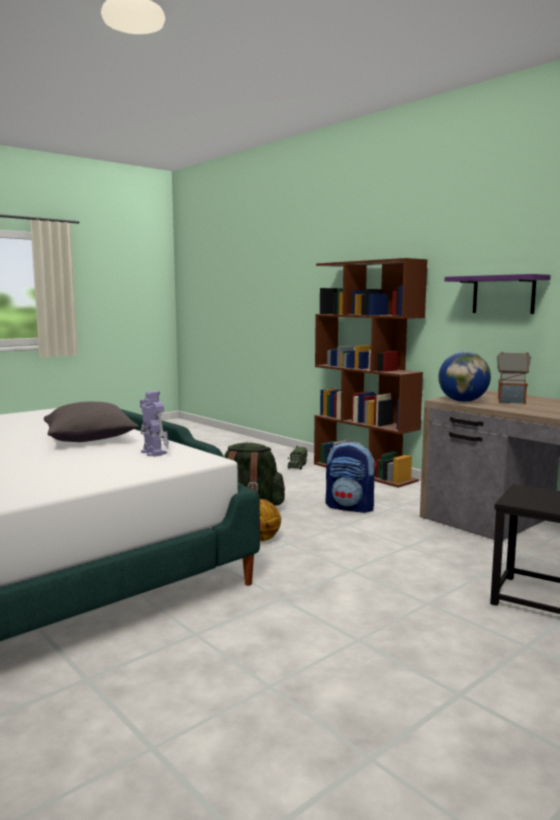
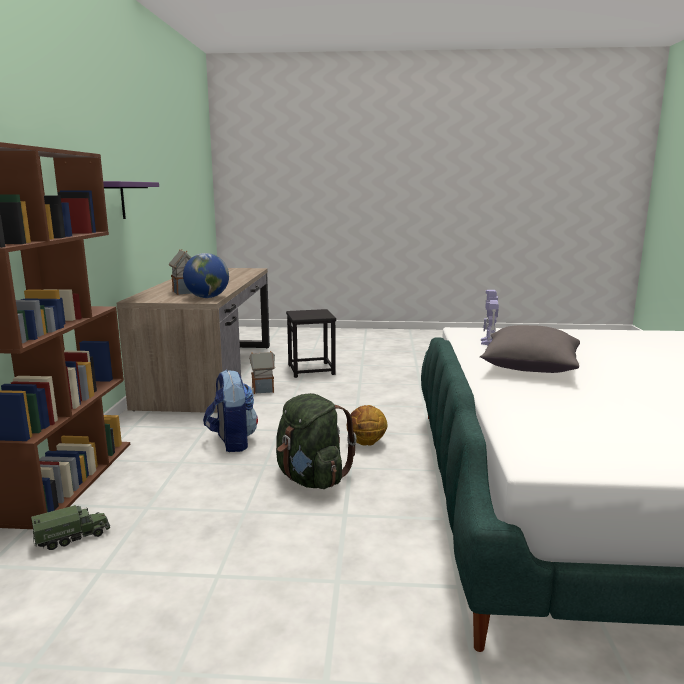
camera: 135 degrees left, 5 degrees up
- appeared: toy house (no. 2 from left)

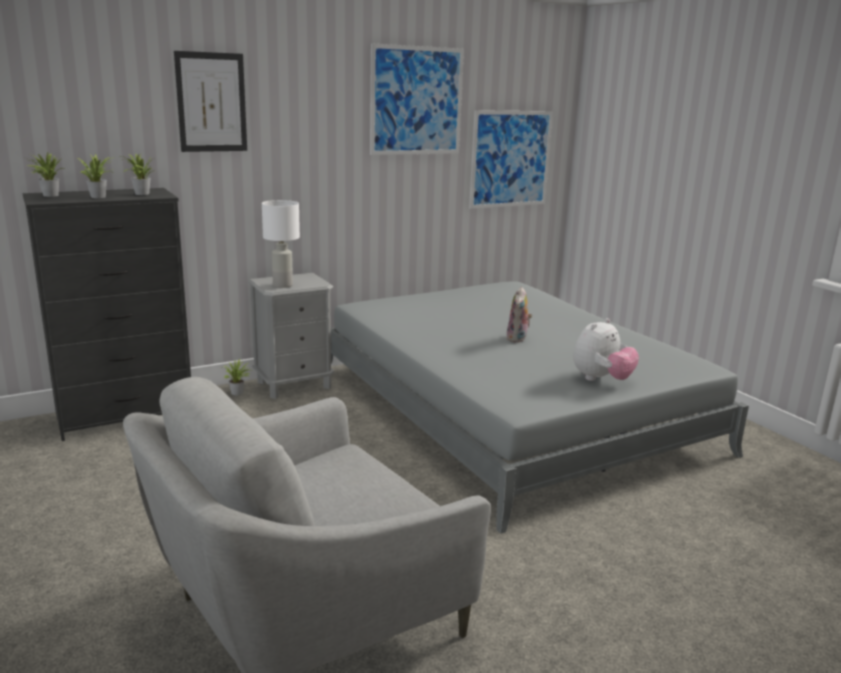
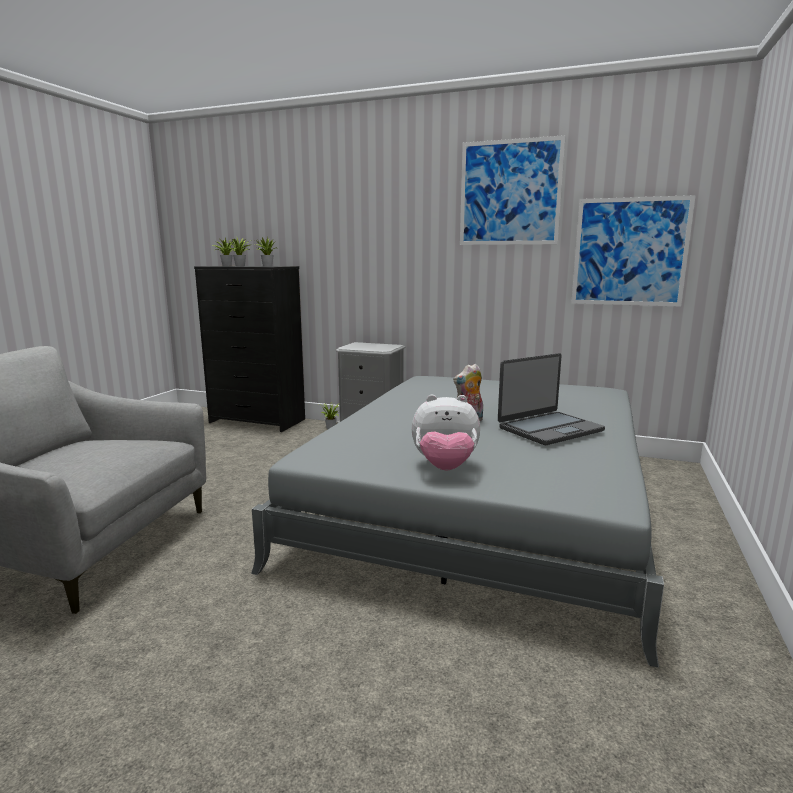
camera: 50 degrees right, 5 degrees down
- missing: picture (no. 1 from left)
- missing: white table lamp
- appeared: laptop

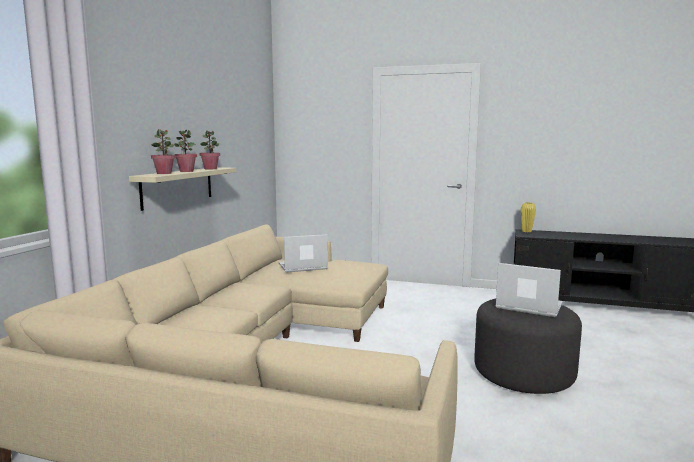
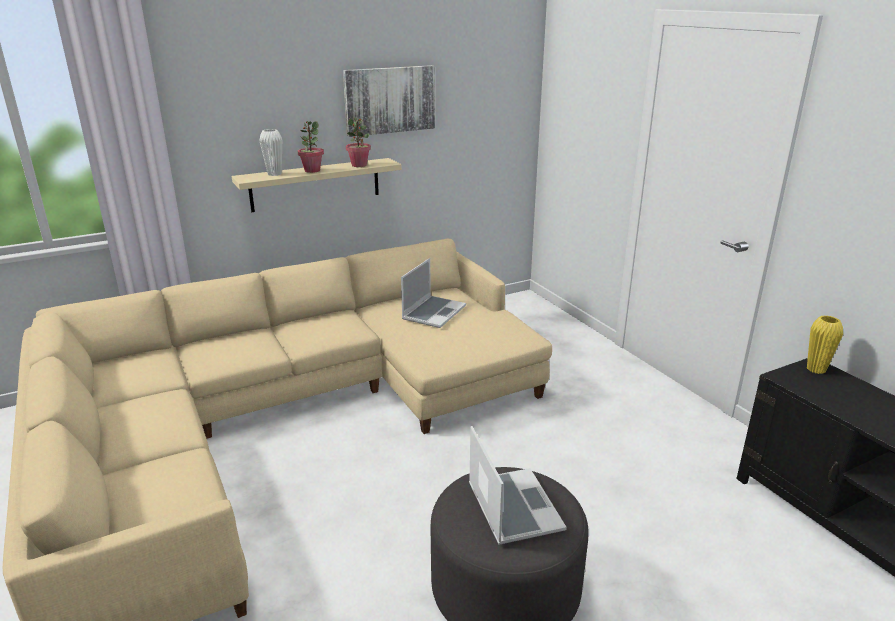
camera: 45 degrees right, 15 degrees up
- exchanged: potted plant (no. 1 from left) to white vase
- spun: laptop (no. 1 from left) 90 degrees clockwise
- appeared: picture

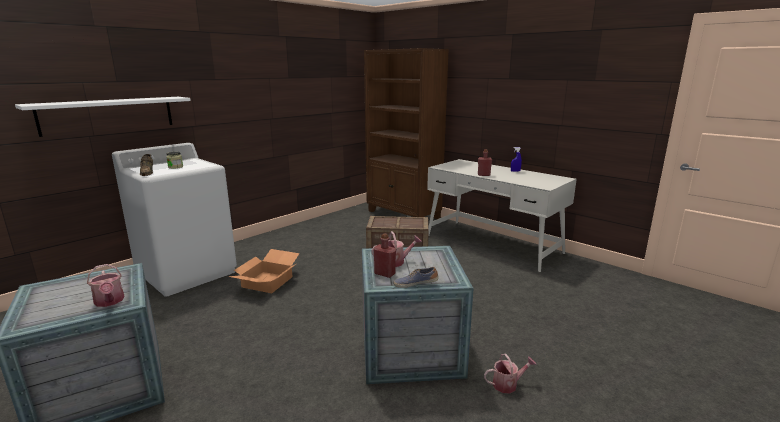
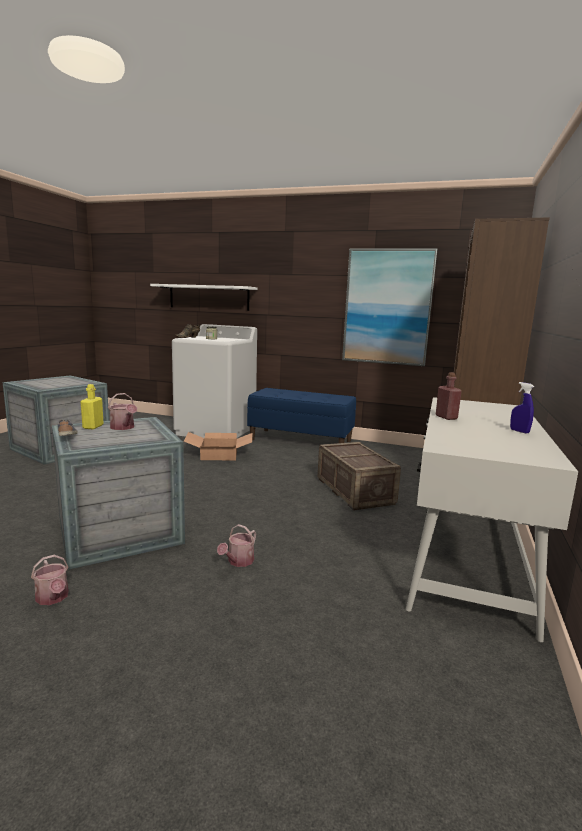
camera: 65 degrees right, 5 degrees down
- colour: red bottle (no. 1 from left) to yellow bottle
- relocated: watering can (no. 1 from left in the first image) to watering can (no. 3 from left)
- appeared: picture
- appeared: blue bench

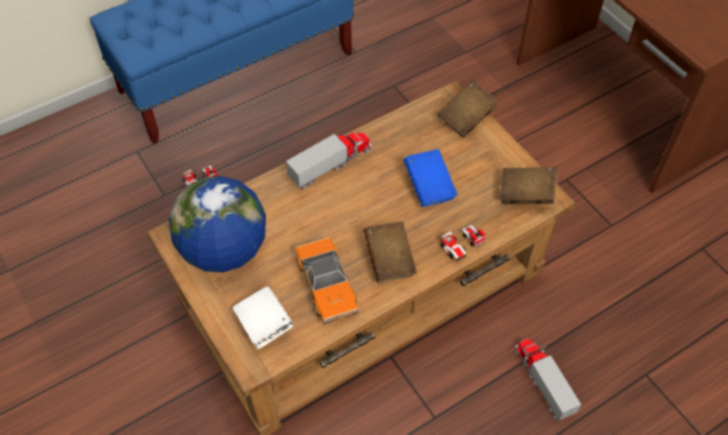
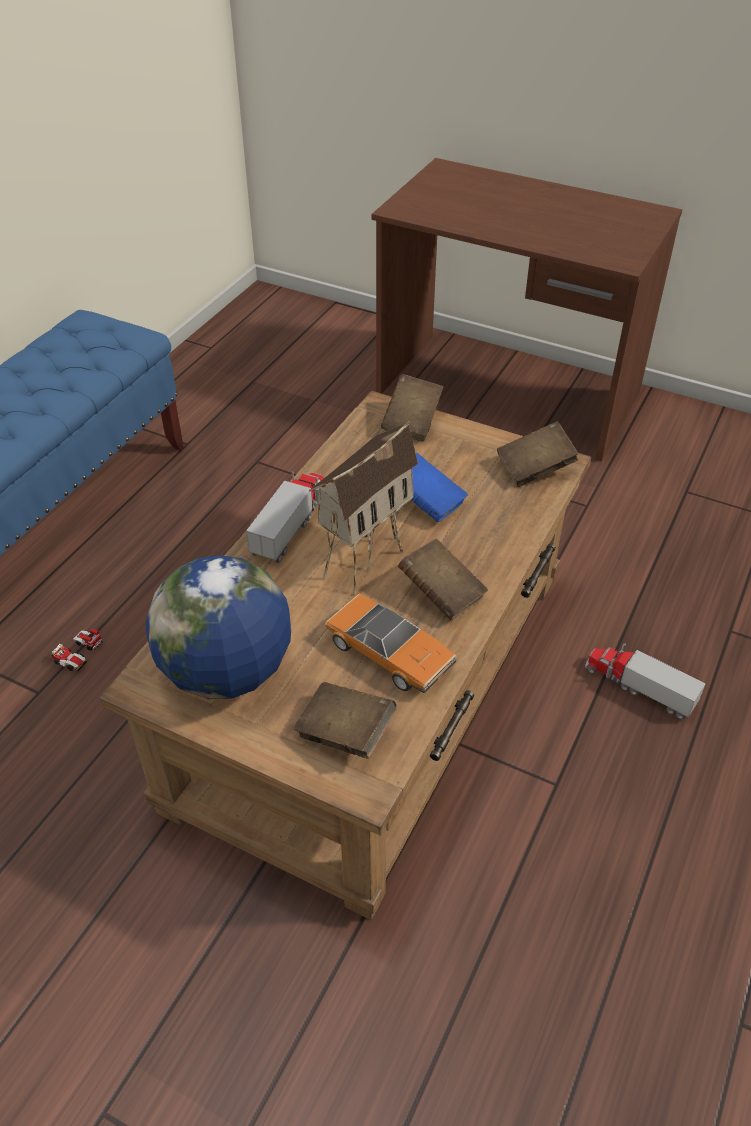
camera: 30 degrees left, 10 degrees down
- missing: toy car (no. 3 from left)
- colour: white book to brown book (no. 1 from left)
- appeared: toy house

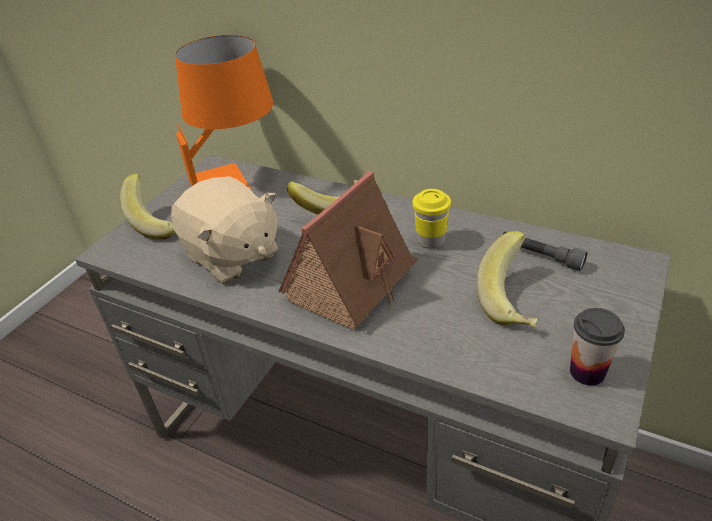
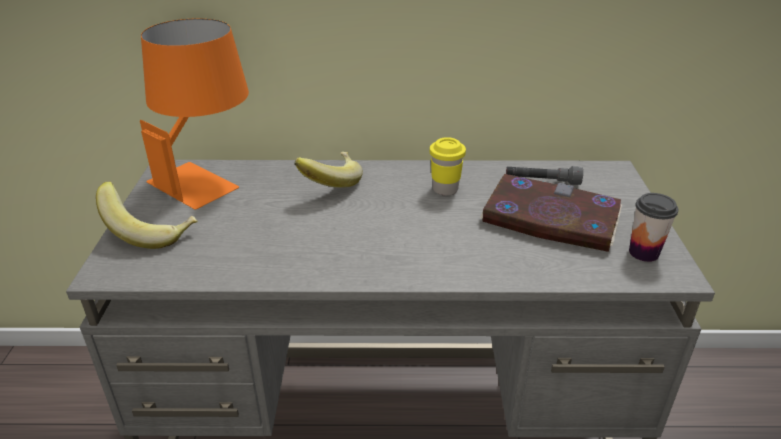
camera: 30 degrees left, 5 degrees down
- missing: toy house
- missing: beige plush toy
- exchanged: banana (no. 3 from left) to book

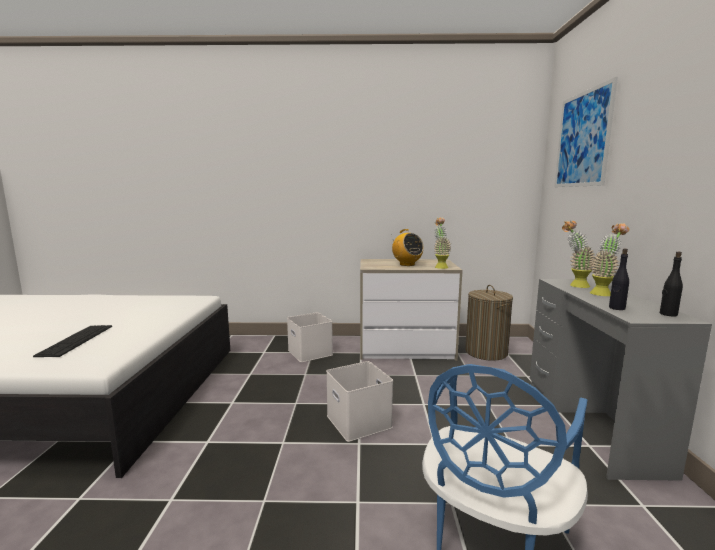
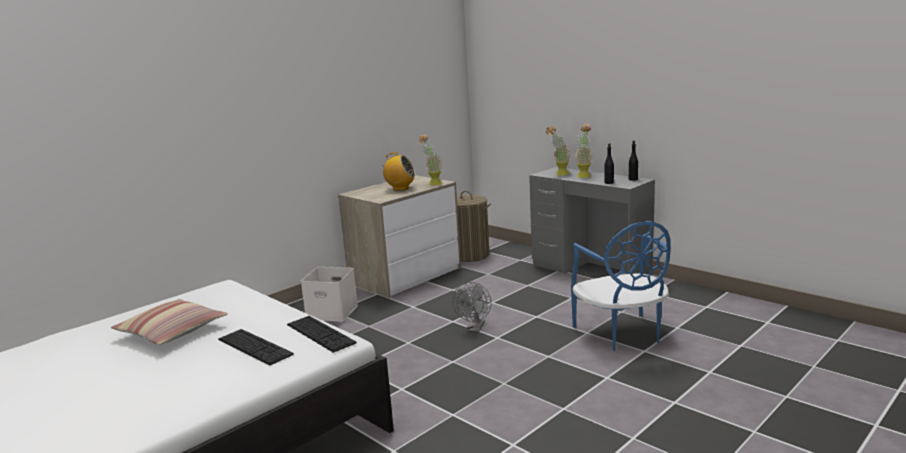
camera: 45 degrees left, 5 degrees up
- missing: picture
- exchanged: white storage box (no. 2 from left) to grey fan
- appeared: pillow
- appeared: keyboard (no. 2 from left)

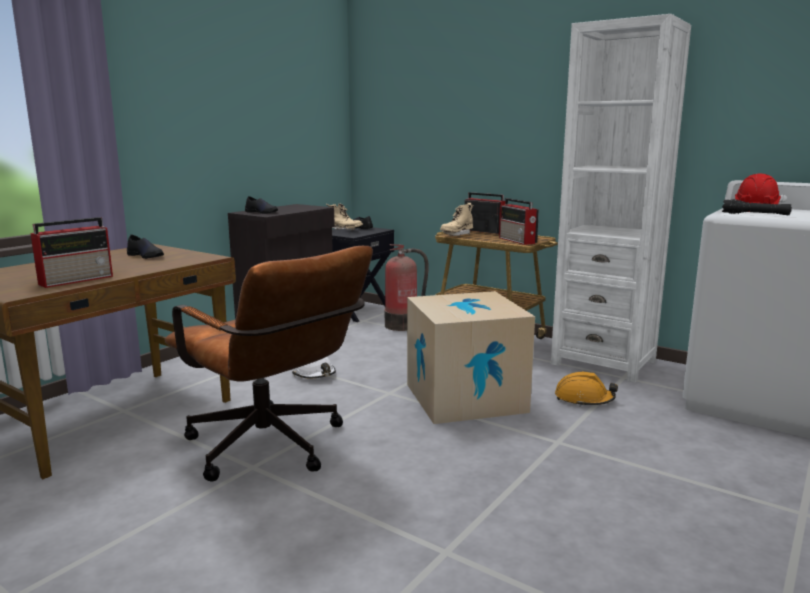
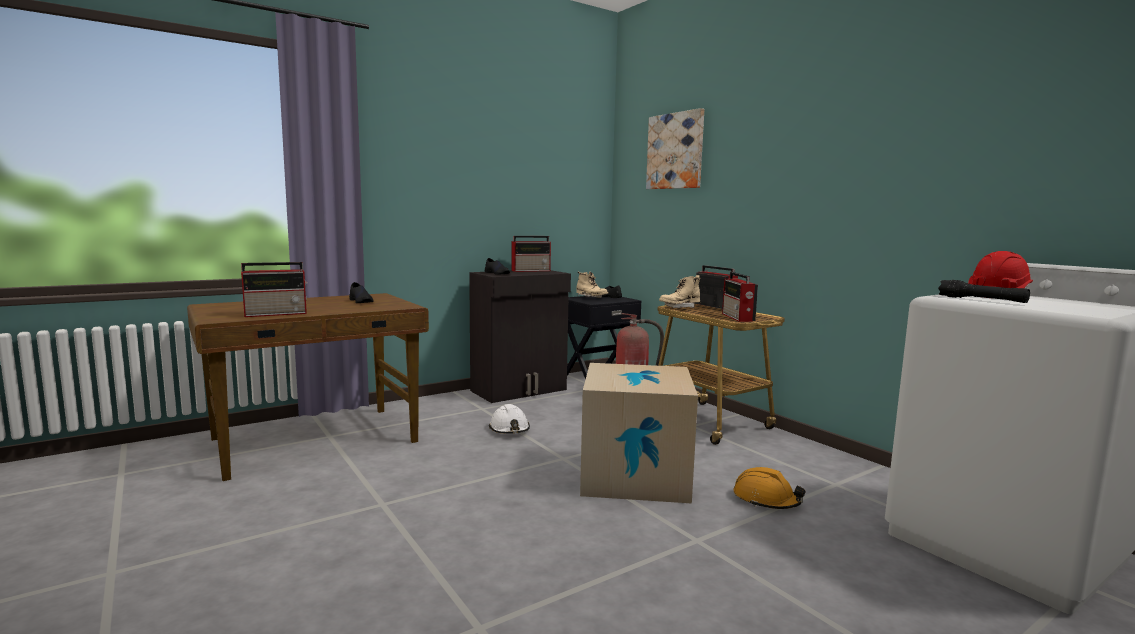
camera: 20 degrees right, 5 degrees down
- missing: white bookcase
- missing: brown office chair
- appeared: picture
- appeared: radio (no. 2 from left)

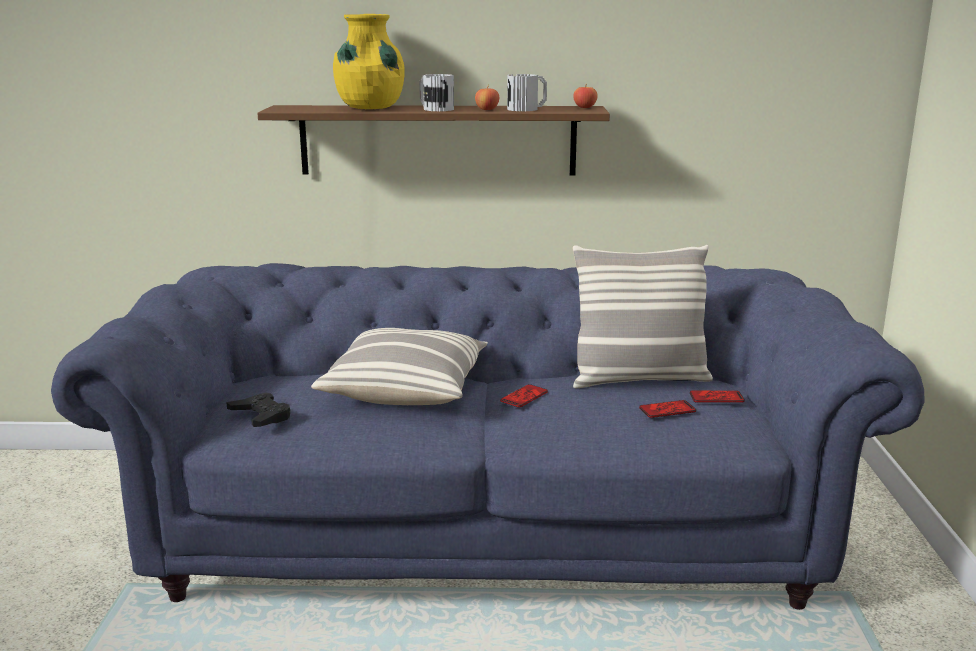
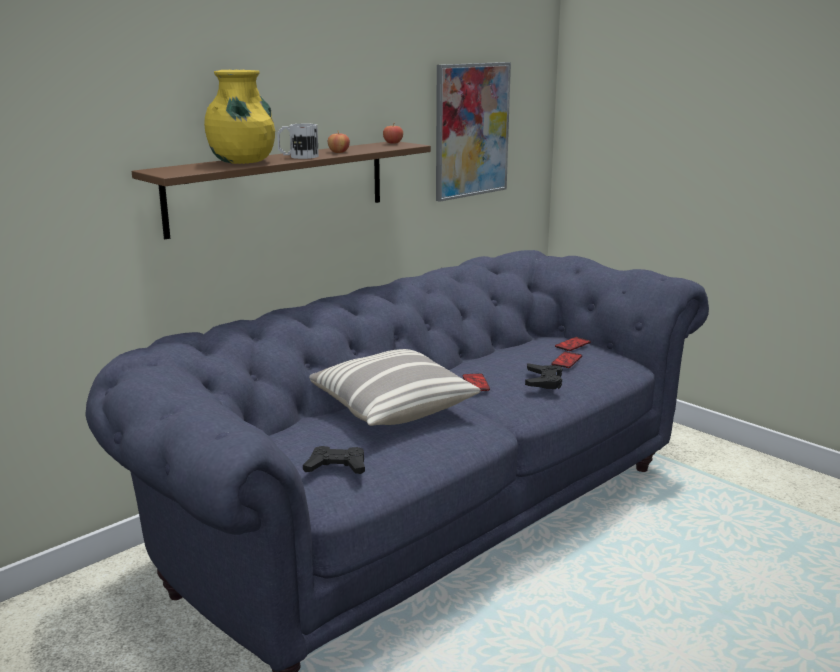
camera: 45 degrees left, 0 degrees up
- missing: mug (no. 2 from left)
- missing: pillow (no. 2 from left)
- appeared: picture
- appeared: black game controller (no. 2 from left)

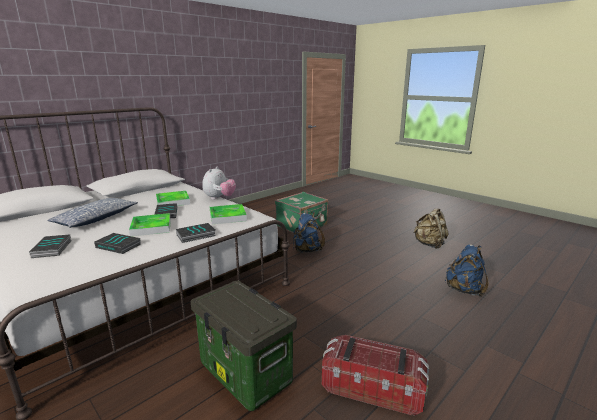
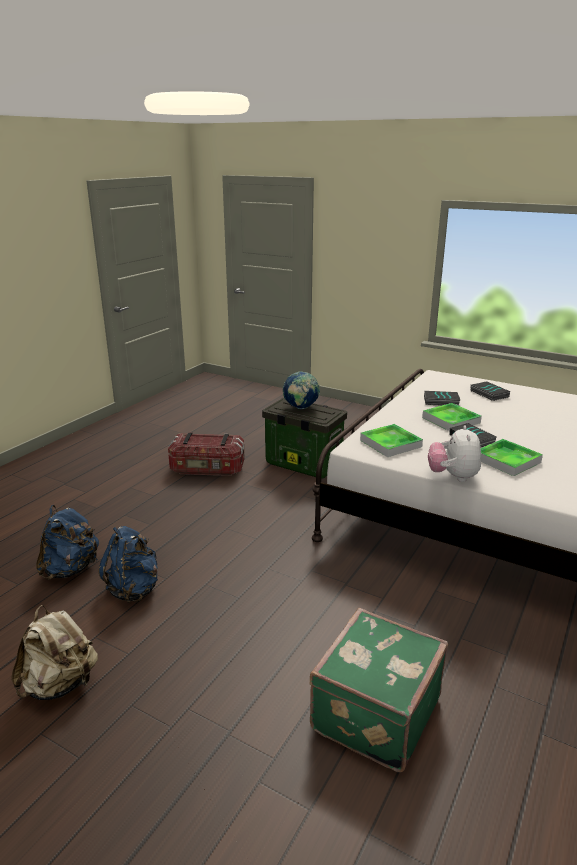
camera: 165 degrees right, 5 degrees up
- missing: pillow
- relocated: blue backpack (no. 1 from left in the first image) to blue backpack (no. 2 from left)
- missing: book (no. 4 from left)
- appeared: globe

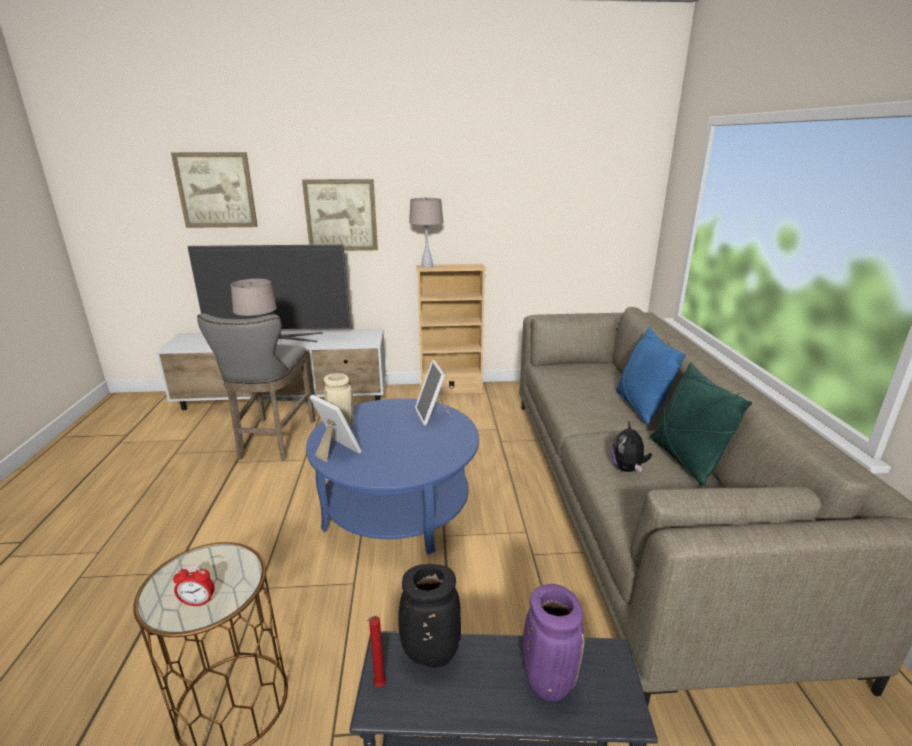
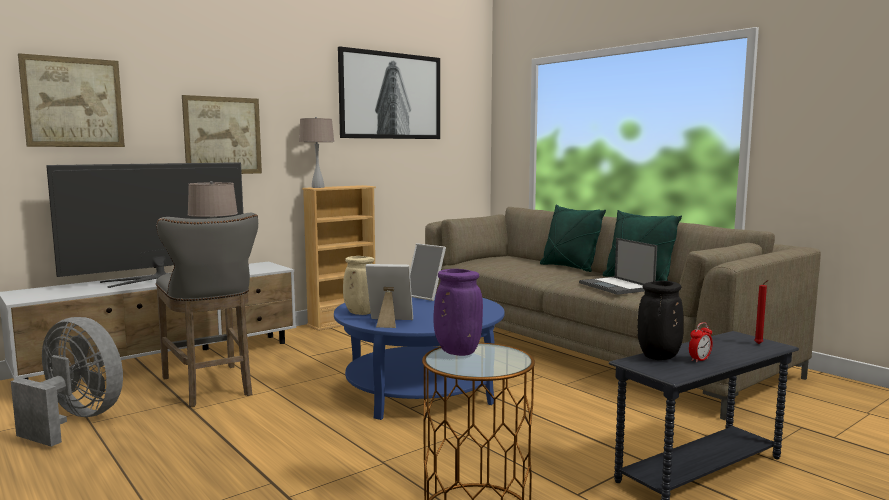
camera: 35 degrees left, 15 degrees down
- colour: blue pillow to green pillow (no. 1 from left)
- exchanged: plush toy to laptop
- relocated: alarm clock
- relocated: purple vase
- relocated: red candle
- appeared: picture (no. 3 from left)
- appeared: grey fan

